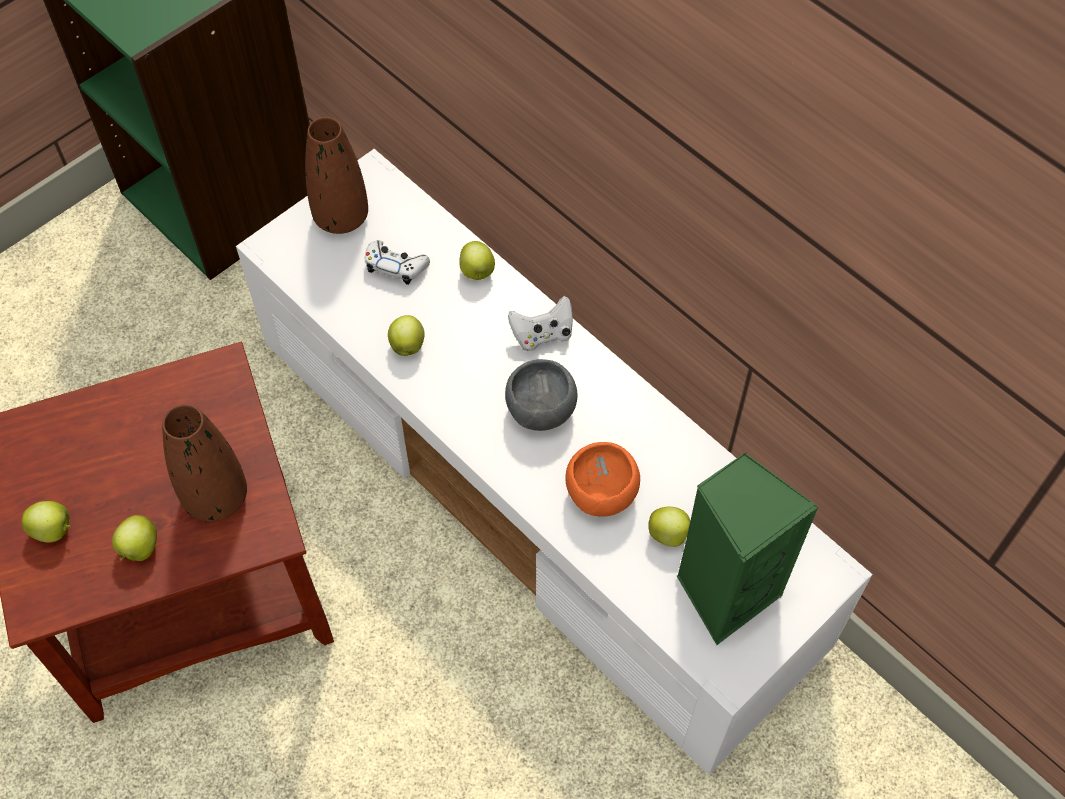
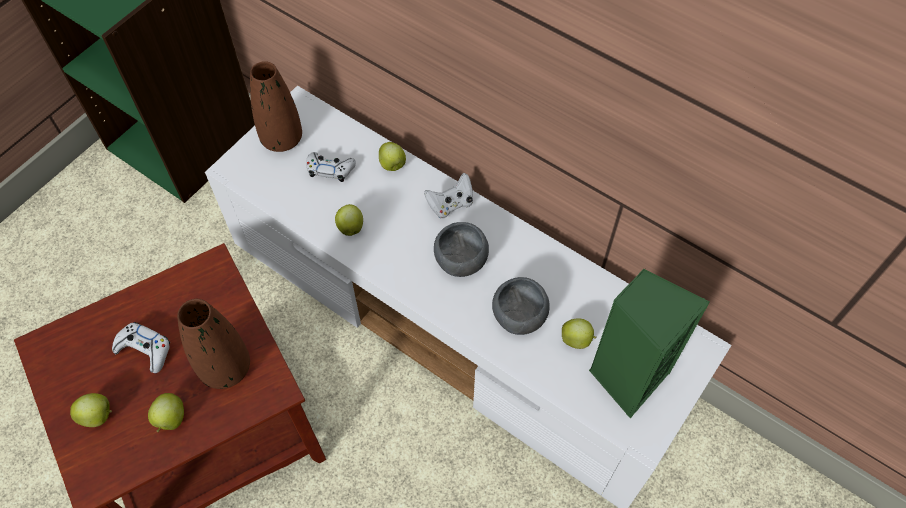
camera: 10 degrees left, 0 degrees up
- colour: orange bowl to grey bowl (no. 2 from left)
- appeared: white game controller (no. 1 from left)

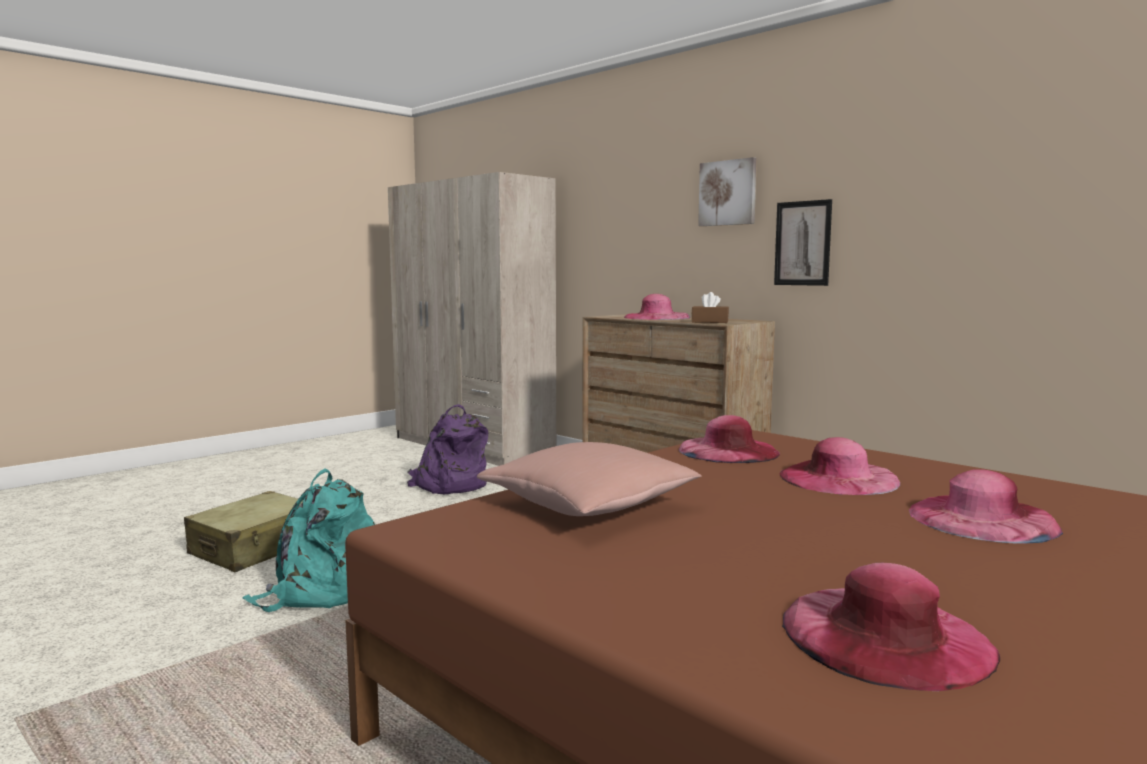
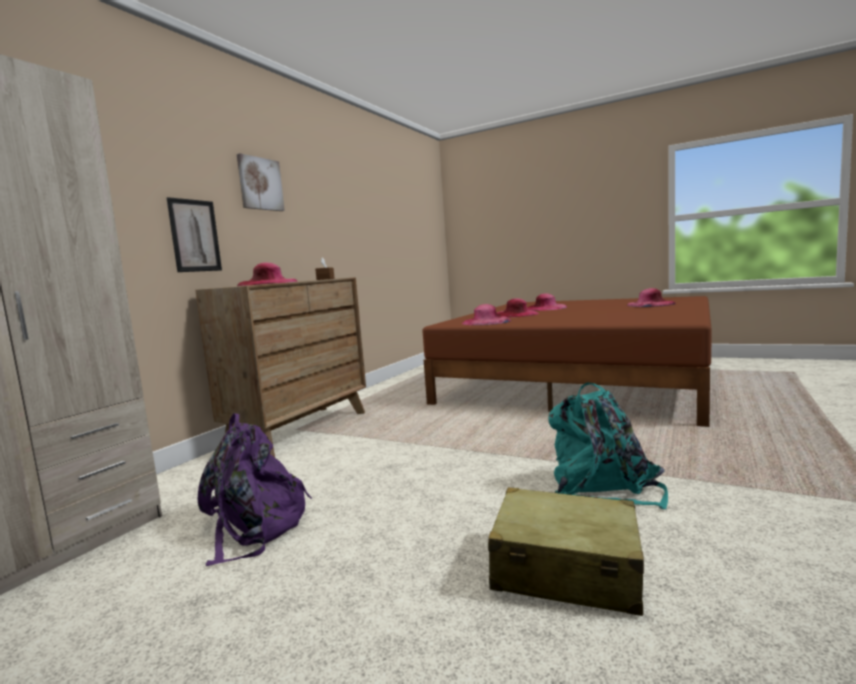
camera: 105 degrees left, 0 degrees up
- relocated: picture (no. 2 from left in the first image) to picture (no. 1 from left)
- missing: pink pillow

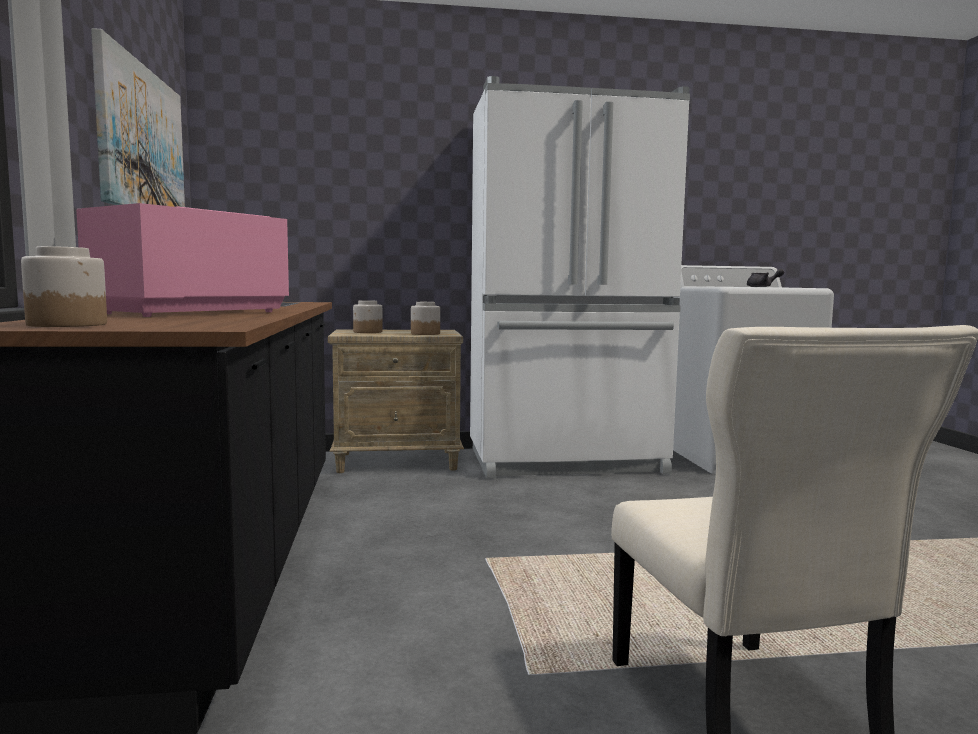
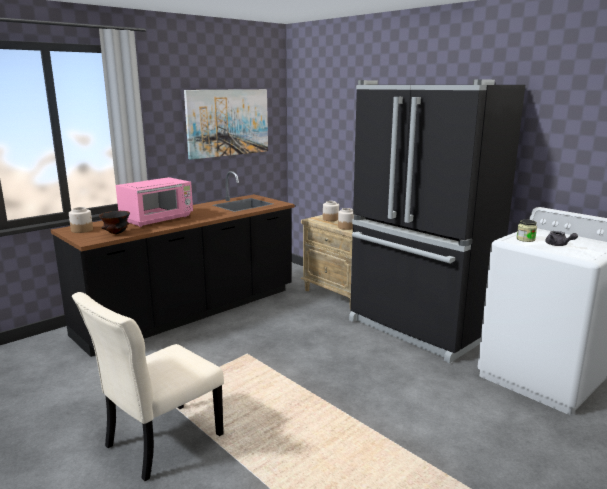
camera: 55 degrees right, 10 degrees up
- colour: white fridge to black fridge
- spun: pink microwave 135 degrees clockwise
- appeared: black bowl
- appeared: jar (no. 4 from left)

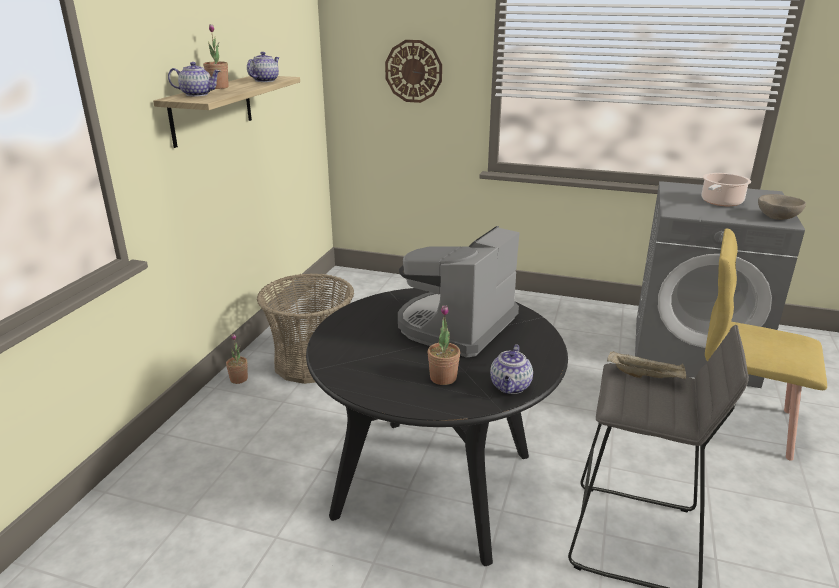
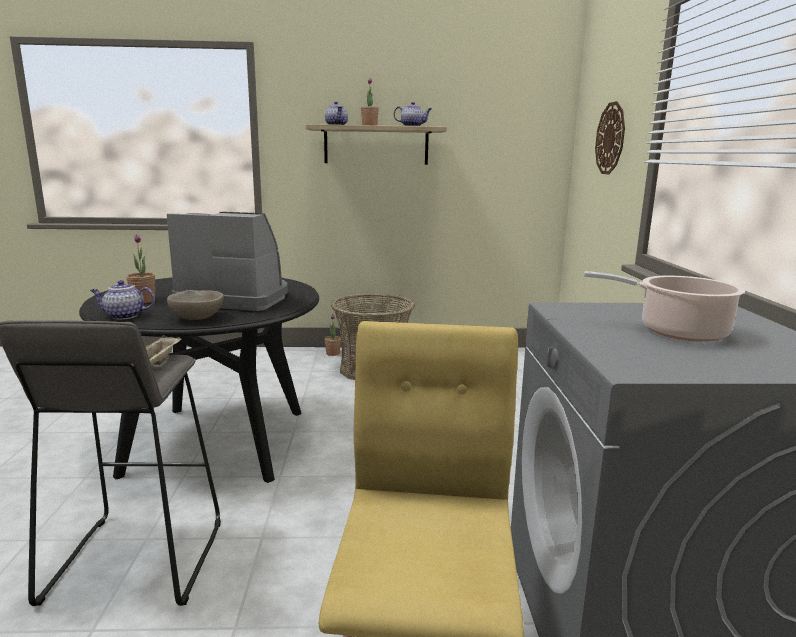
camera: 70 degrees right, 10 degrees down
- relocated: beige bowl

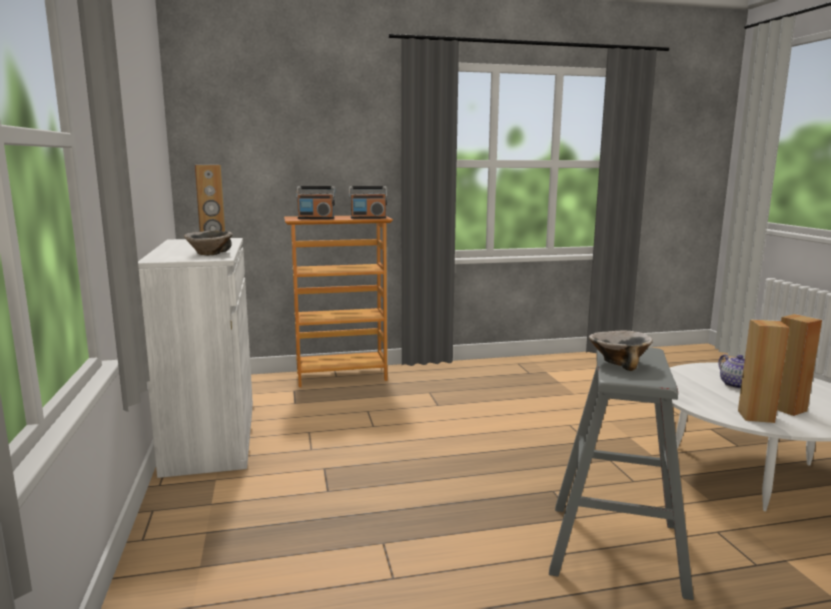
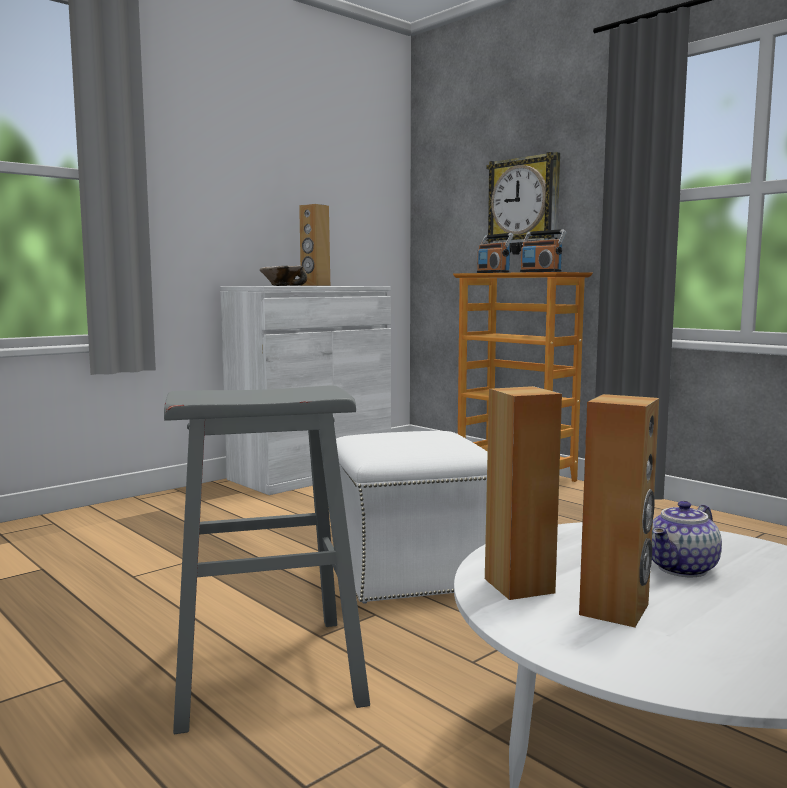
camera: 60 degrees right, 5 degrees down
- missing: bowl (no. 2 from left)
- appeared: wall clock
- appeared: white ottoman

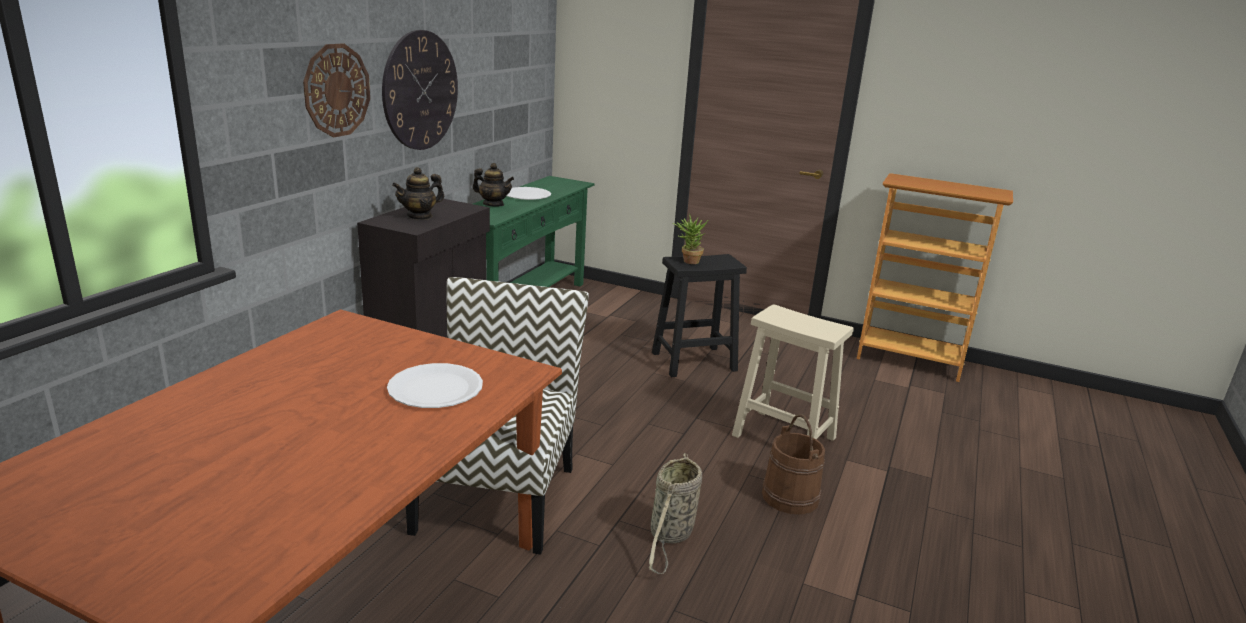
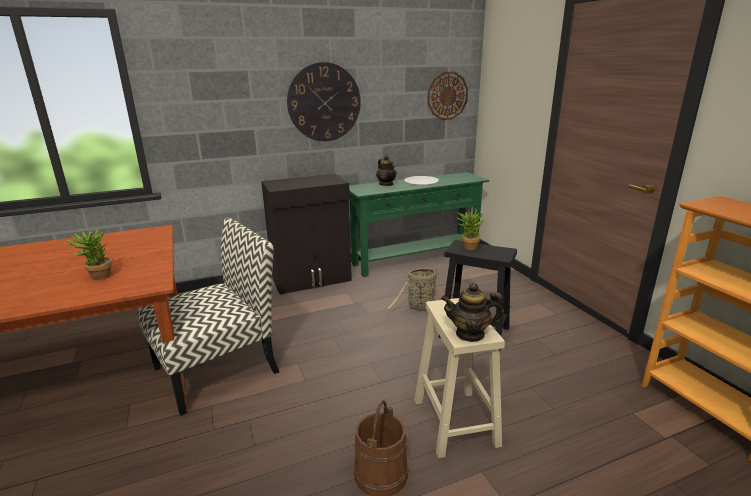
camera: 45 degrees right, 0 degrees up
- relocated: wall clock (no. 1 from left in the first image) to wall clock (no. 2 from left)
- relocated: teapot (no. 1 from left in the first image) to teapot (no. 2 from left)
- exchanged: white plate (no. 1 from left) to potted plant (no. 1 from left)
- relocated: basket

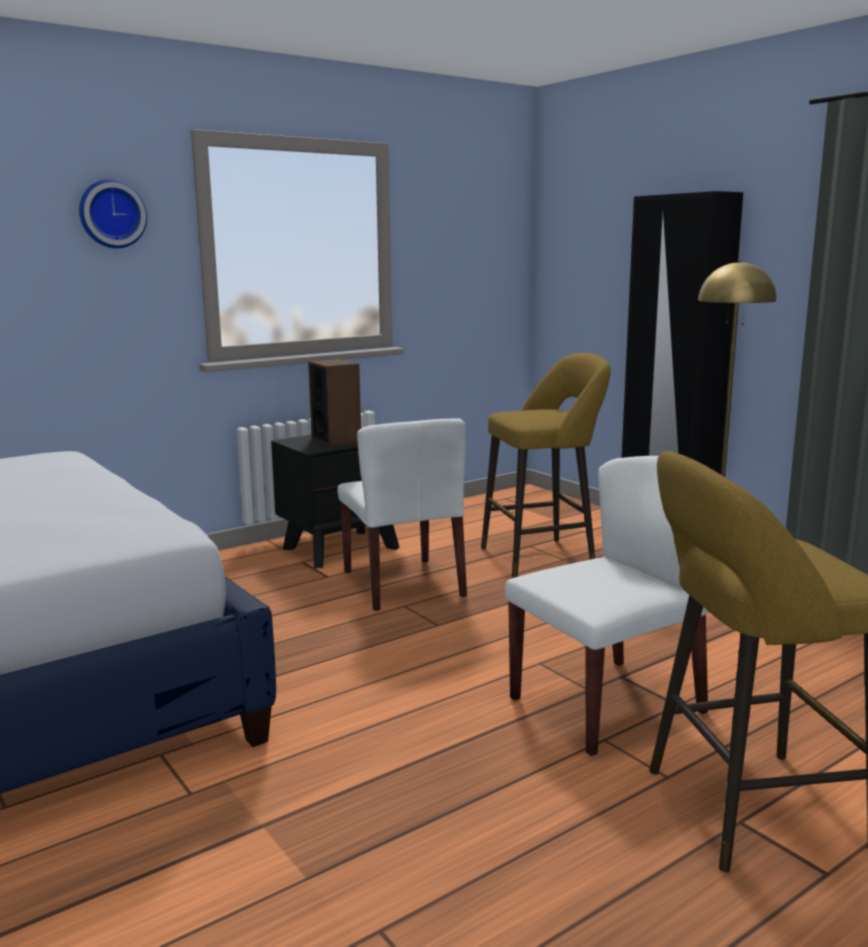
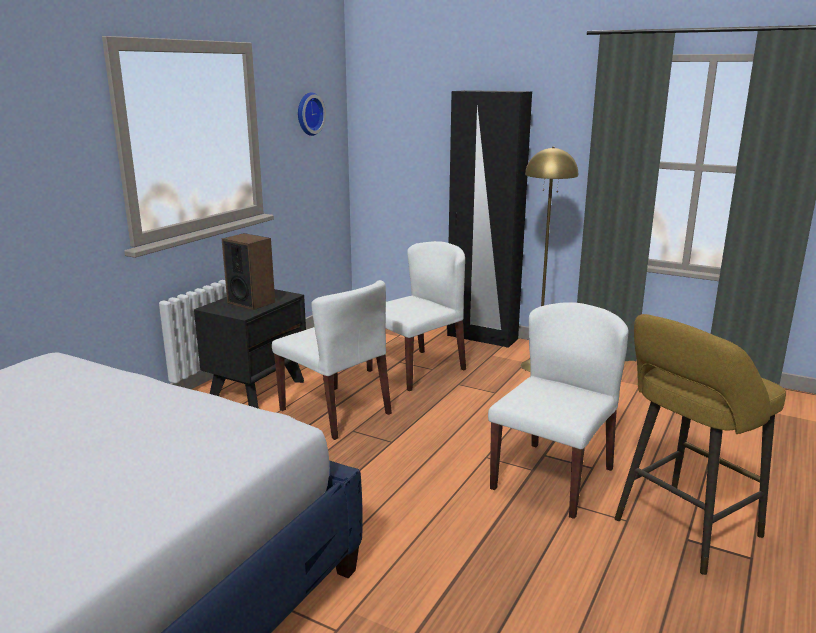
camera: 25 degrees left, 5 degrees up
- relocated: wall clock
- exchanged: yellow stool (no. 1 from left) to white chair (no. 2 from left)

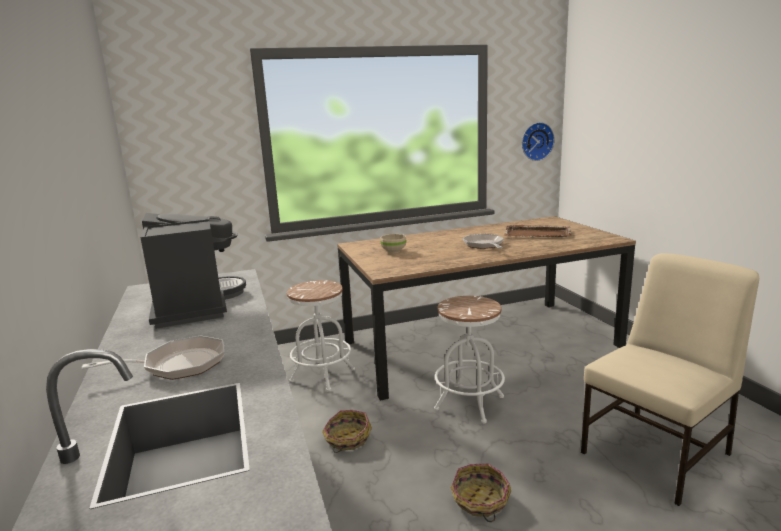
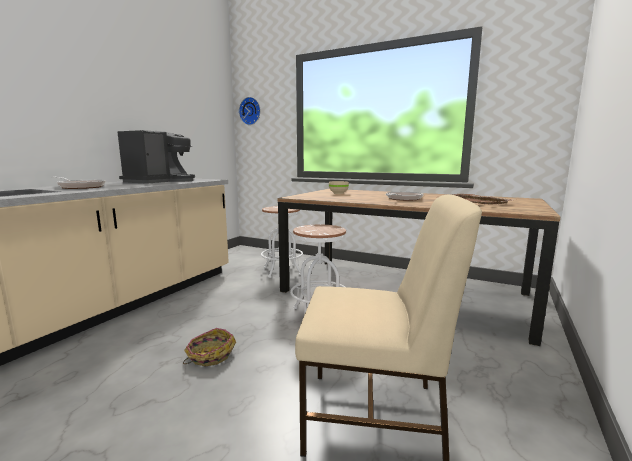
camera: 45 degrees right, 5 degrees down
- relocated: wall clock
- missing: basket (no. 1 from left)

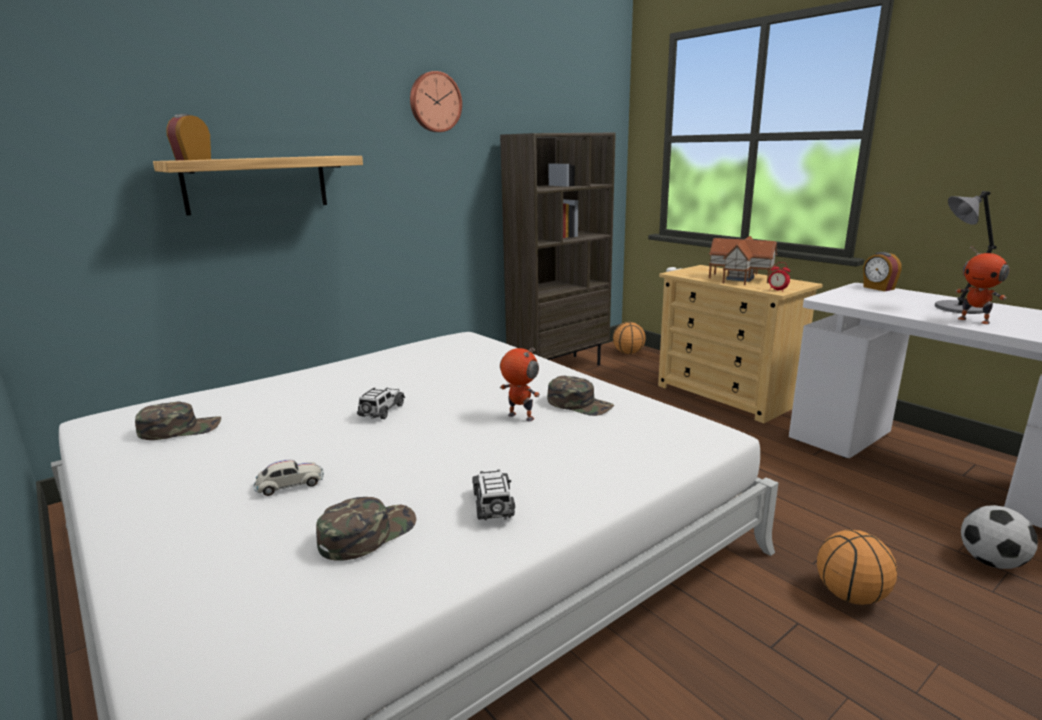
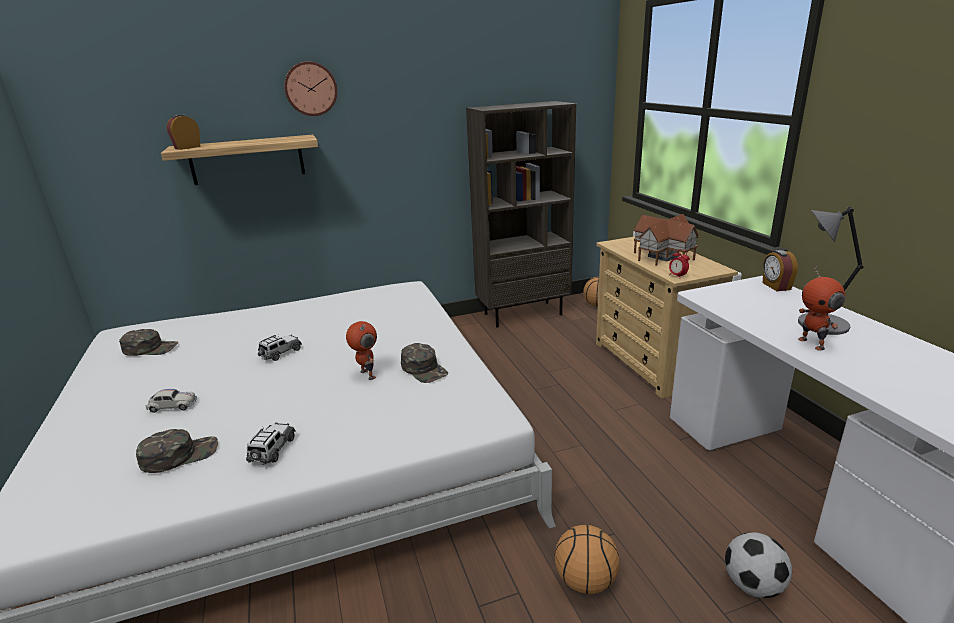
camera: 20 degrees right, 5 degrees up
- relocated: wall clock

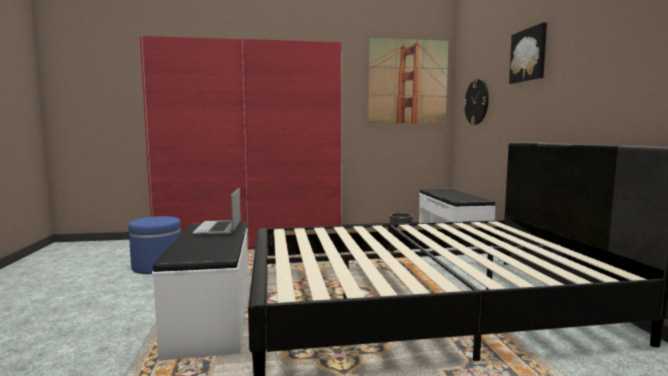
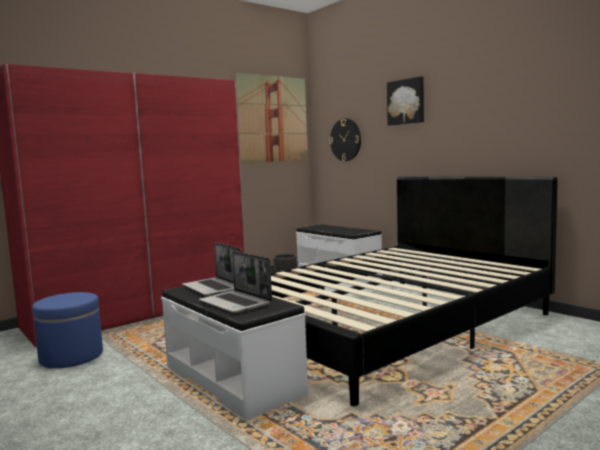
camera: 30 degrees left, 0 degrees up
- appeared: laptop (no. 2 from left)

